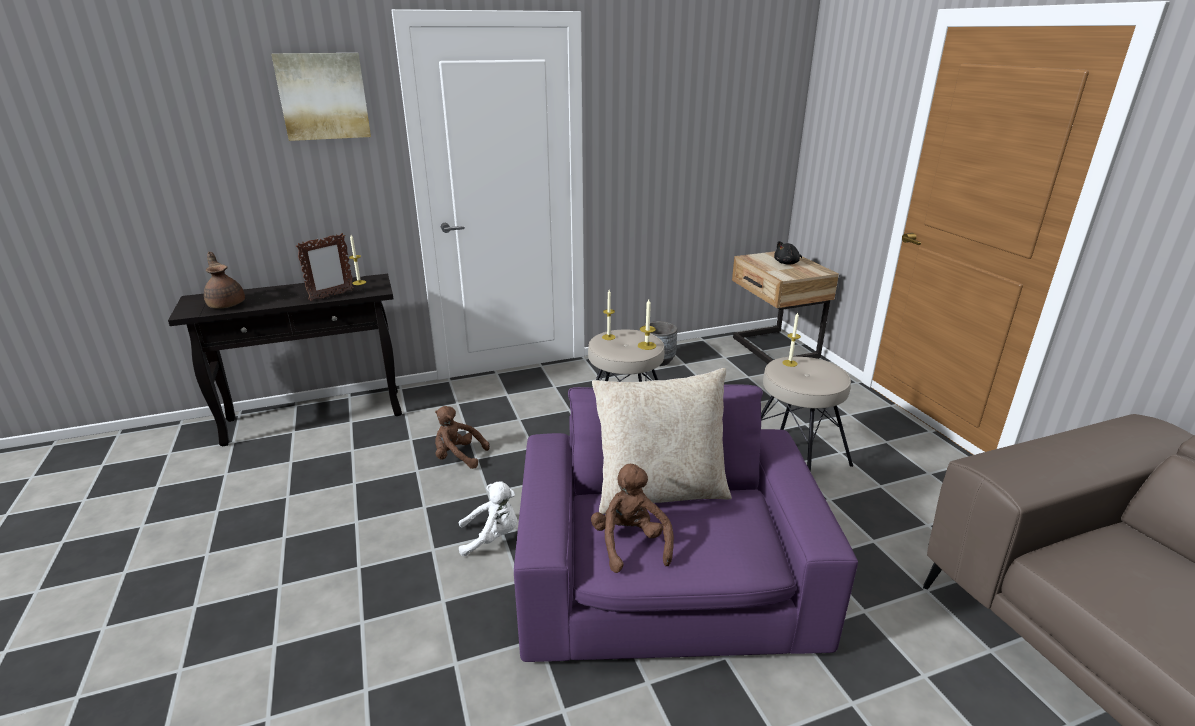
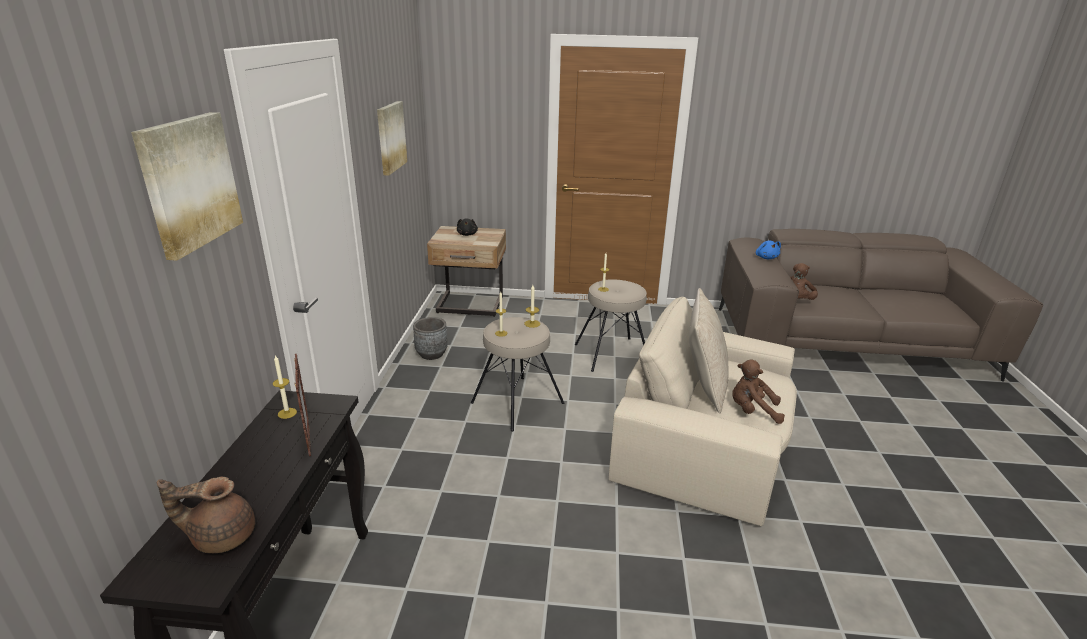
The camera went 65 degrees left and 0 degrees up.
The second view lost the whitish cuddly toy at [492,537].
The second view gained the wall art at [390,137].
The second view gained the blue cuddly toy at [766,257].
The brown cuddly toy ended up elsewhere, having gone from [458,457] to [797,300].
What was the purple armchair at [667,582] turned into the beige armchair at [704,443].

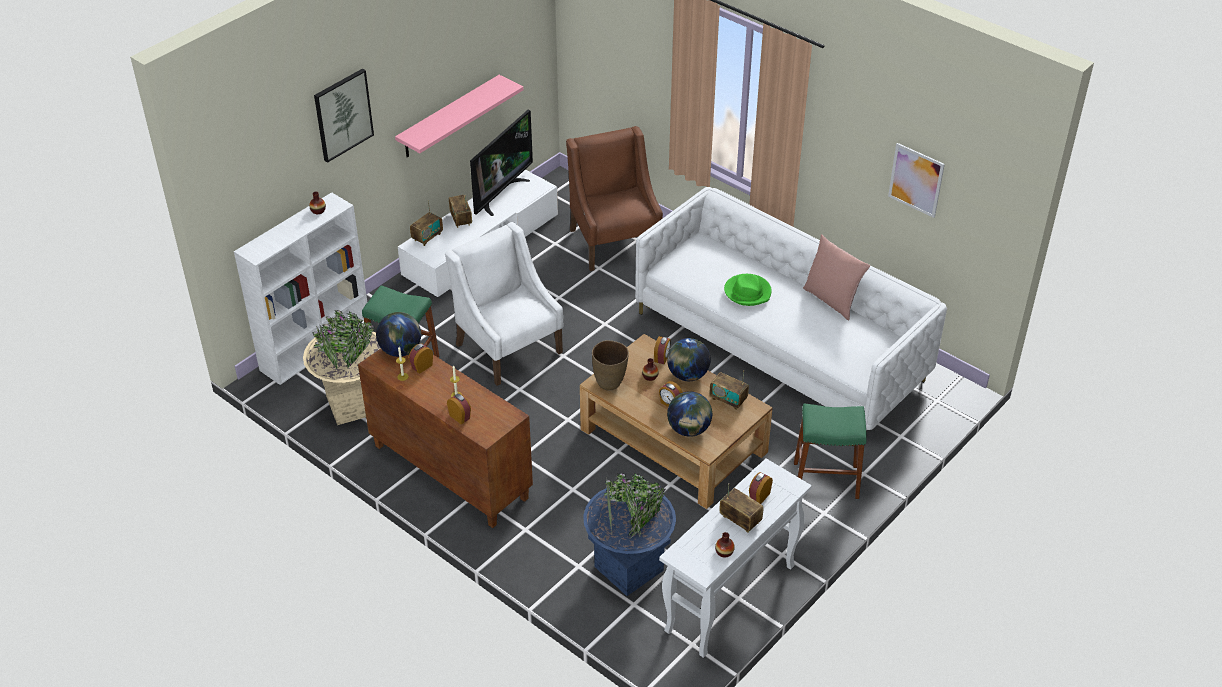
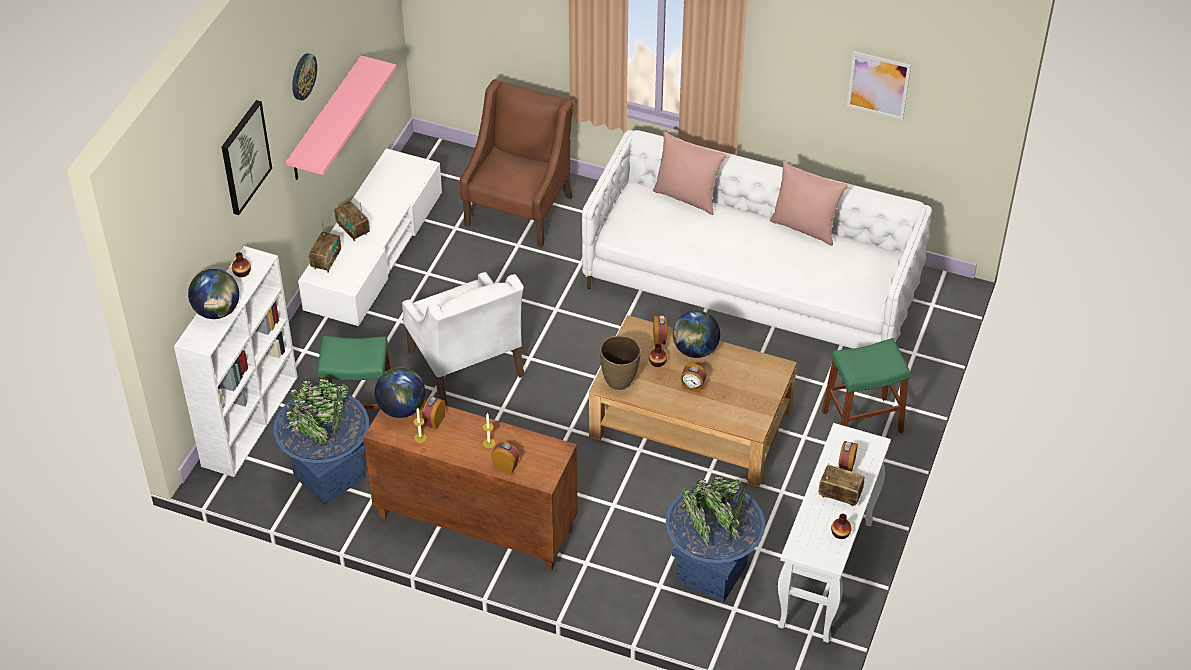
The camera went 20 degrees left and 5 degrees up.
The second view lost the TV at [500,194].
The second view lost the radio at [728,400].
The second view lost the green-coloured wearable hat at [747,292].
The second view gained the hanging clock at [303,76].
The second view gained the pinkish cushion at [687,197].
The desk globe ended up elsewhere, having gone from [689,429] to [217,311].
What was the beige flower pot at [353,404] turned into the blue flower pot at [328,476].
The whitish armchair at [508,347] ended up facing another way, 150 degrees counterclockwise from before.
The brown armchair at [614,242] ended up facing another way, 60 degrees clockwise from before.

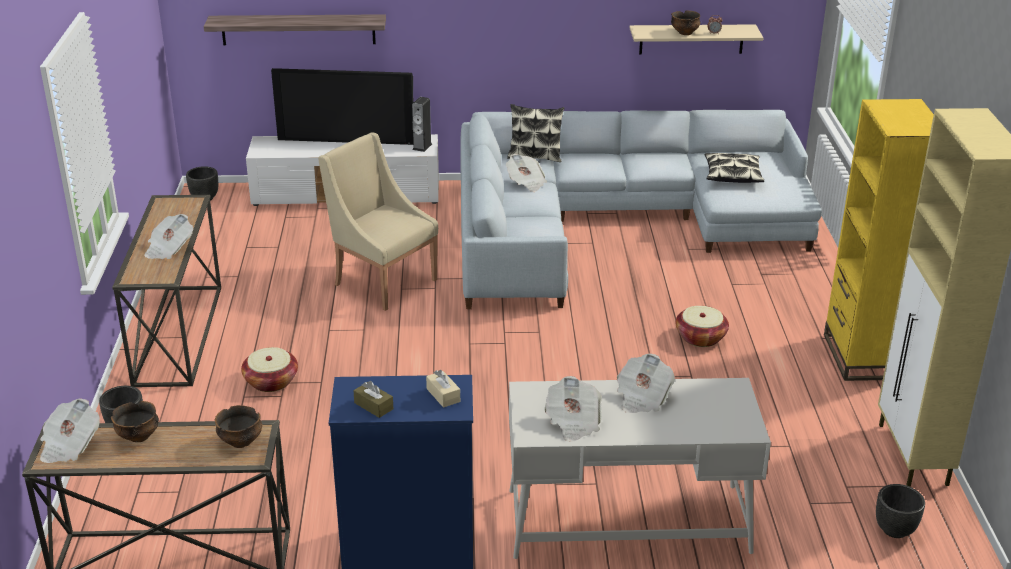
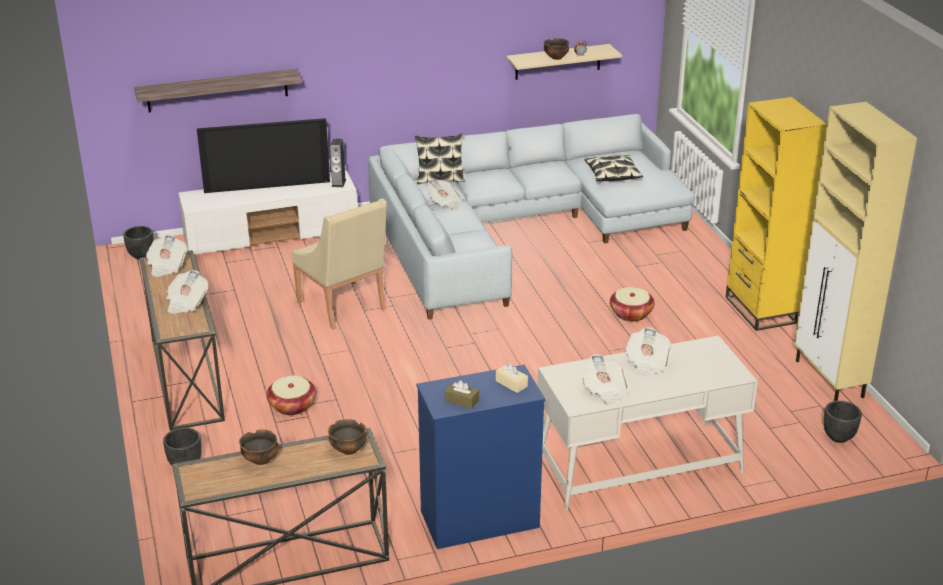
The camera went 15 degrees left and 0 degrees up.
The printed paper ended up elsewhere, having gone from [69,446] to [166,266].
The beige armchair at [382,281] ended up facing another way, 150 degrees counterclockwise from before.

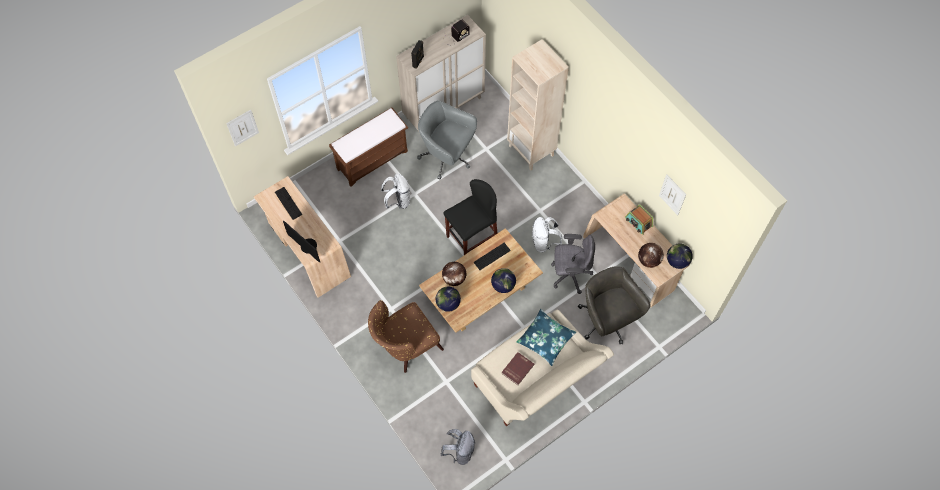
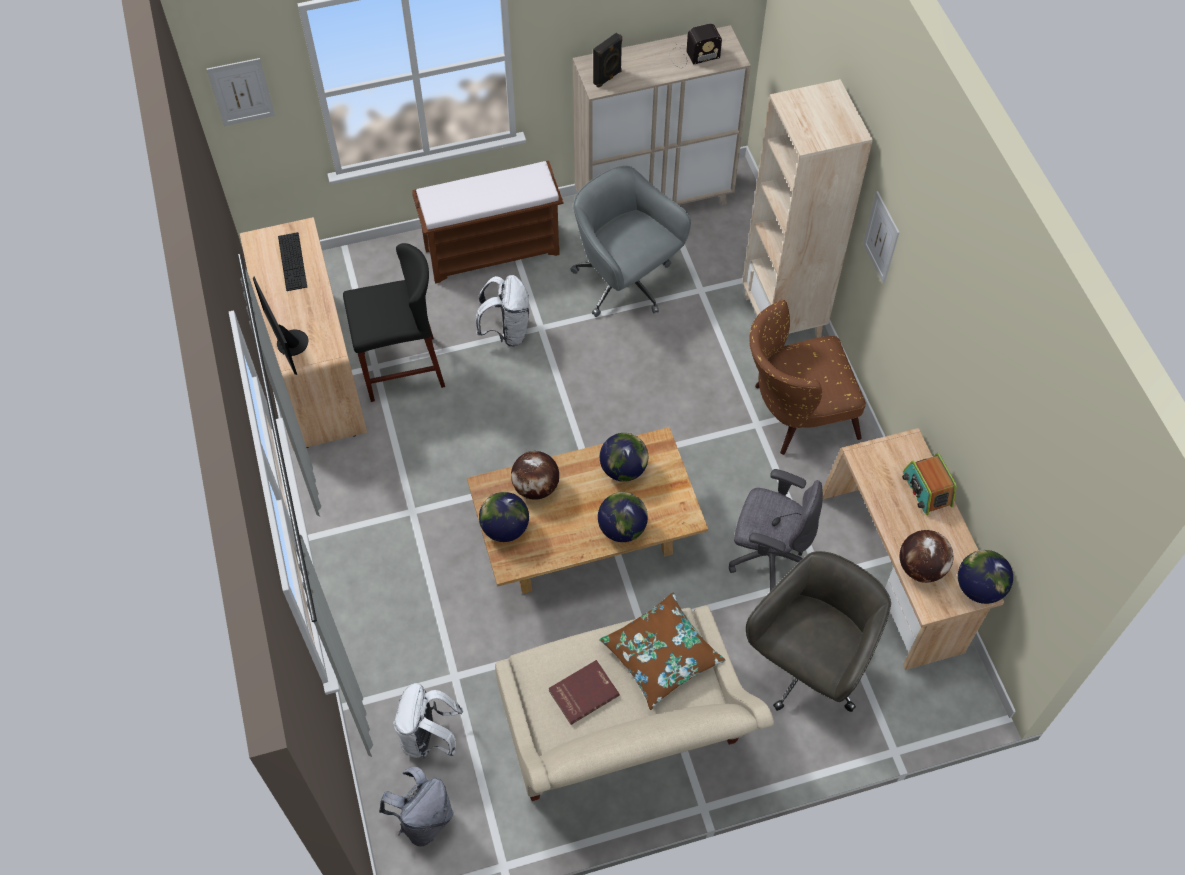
The camera went 20 degrees right and 5 degrees down.
The brown armchair ended up elsewhere, having gone from [405,346] to [794,413].
The black-coloured stool seat ended up elsewhere, having gone from [472,239] to [402,369].
The whitish knapsack ended up elsewhere, having gone from [544,242] to [429,737].
The wall art ended up elsewhere, having gone from [672,194] to [881,238].
Where the PC keyboard stood at [492,256], the desk globe came to stand at [623,469].
What was the blue cushion at [545,339] turned into the brown cushion at [661,655].
The greyish computer chair at [607,321] ended up facing another way, 45 degrees clockwise from before.

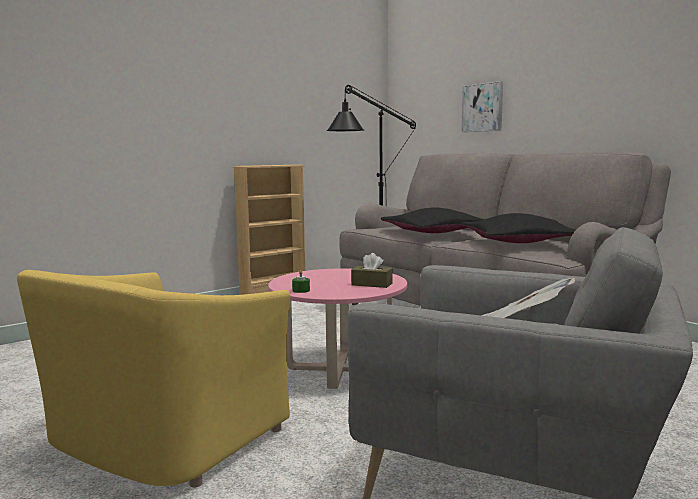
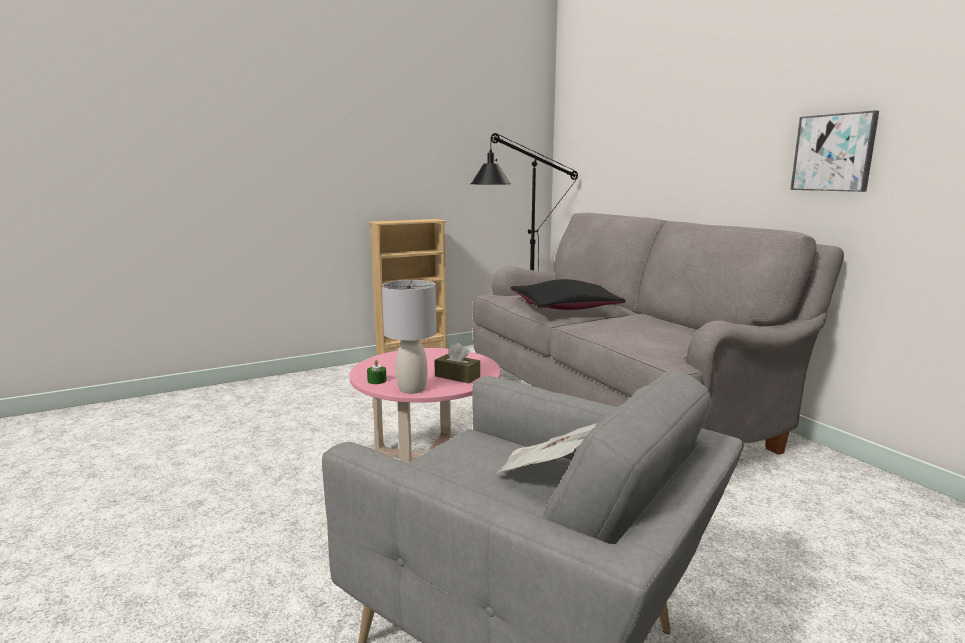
The camera went 10 degrees right and 5 degrees up.
The second view lost the yellowish armchair at [164,440].
The second view lost the black-coloured cushion at [517,242].
The second view gained the greyish table lamp at [411,389].
The wall art ended up elsewhere, having gone from [483,107] to [834,153].

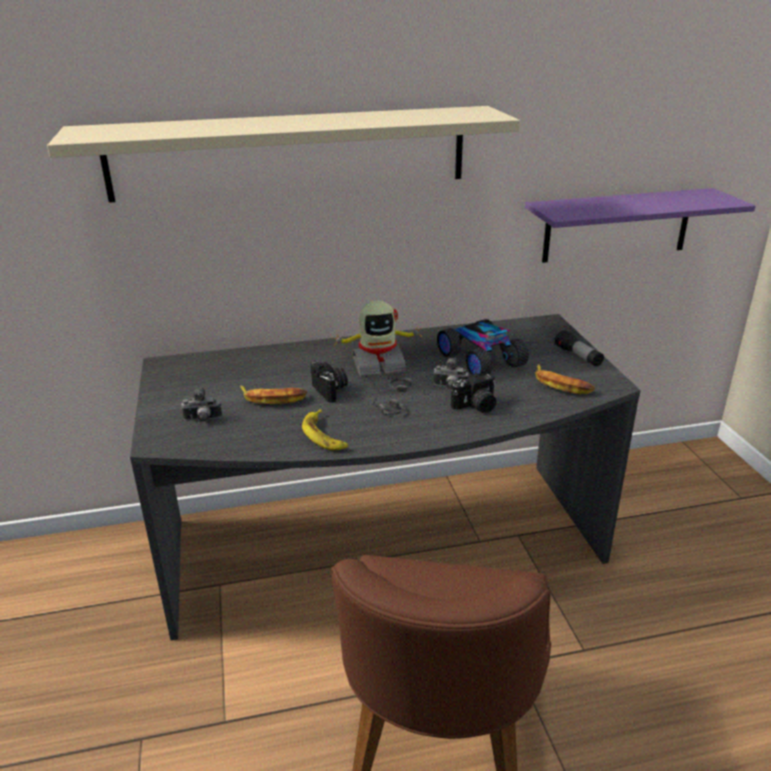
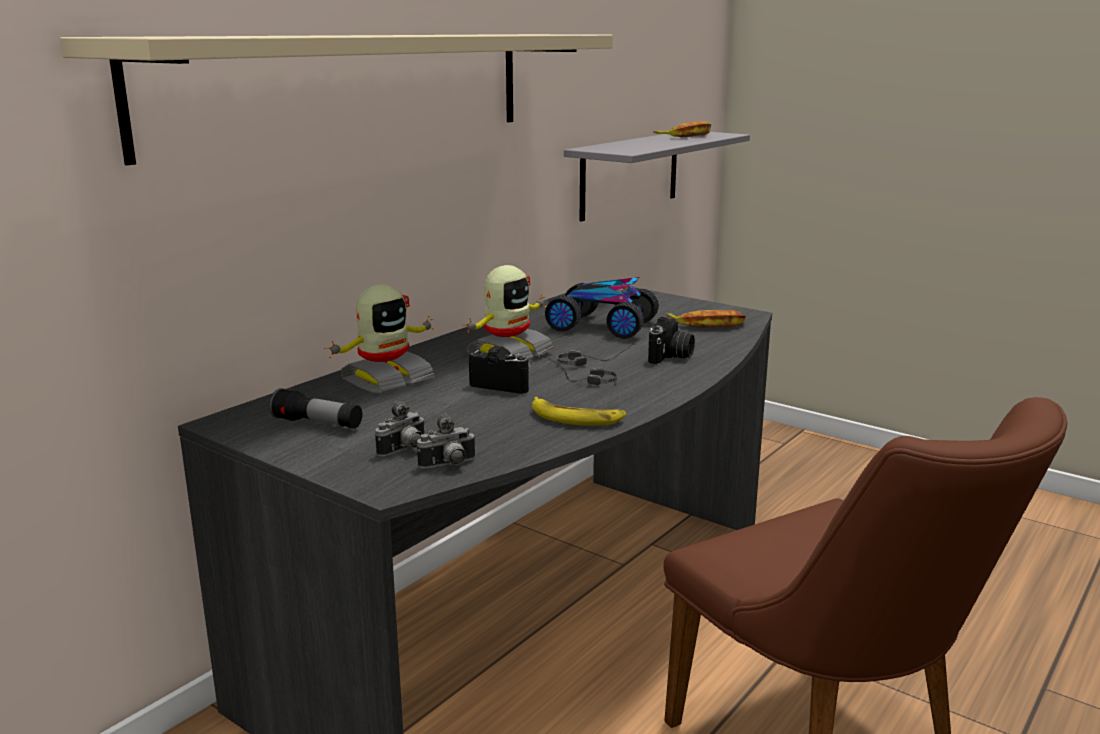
The camera went 40 degrees left and 10 degrees down.
The second view gained the model robot at [386,379].
The whole banana ended up elsewhere, having gone from [273,398] to [686,136].
The still camera ended up elsewhere, having gone from [450,388] to [449,466].
The flashlight ended up elsewhere, having gone from [577,356] to [317,424].
What was the purple wall shelf at [617,225] turned into the greyish wall shelf at [630,174].

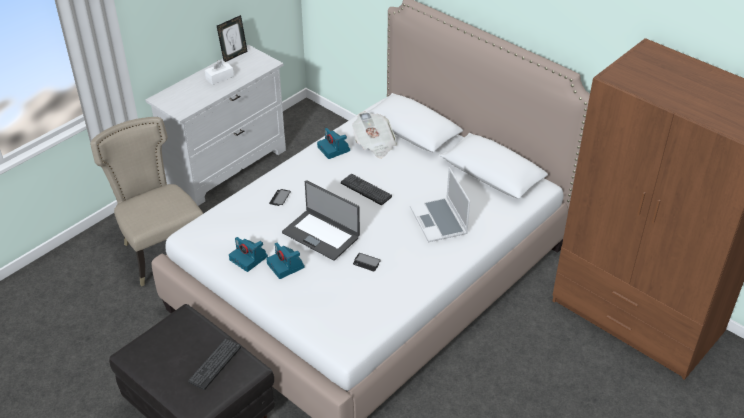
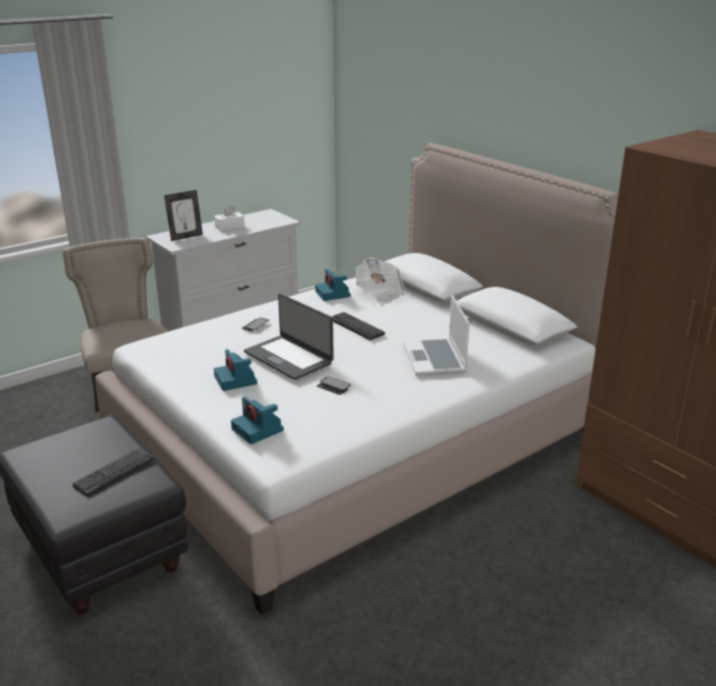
The camera went 10 degrees right and 15 degrees down.
The standing frame ended up elsewhere, having gone from [234,56] to [186,237].
The still camera ended up elsewhere, having gone from [249,258] to [258,430].

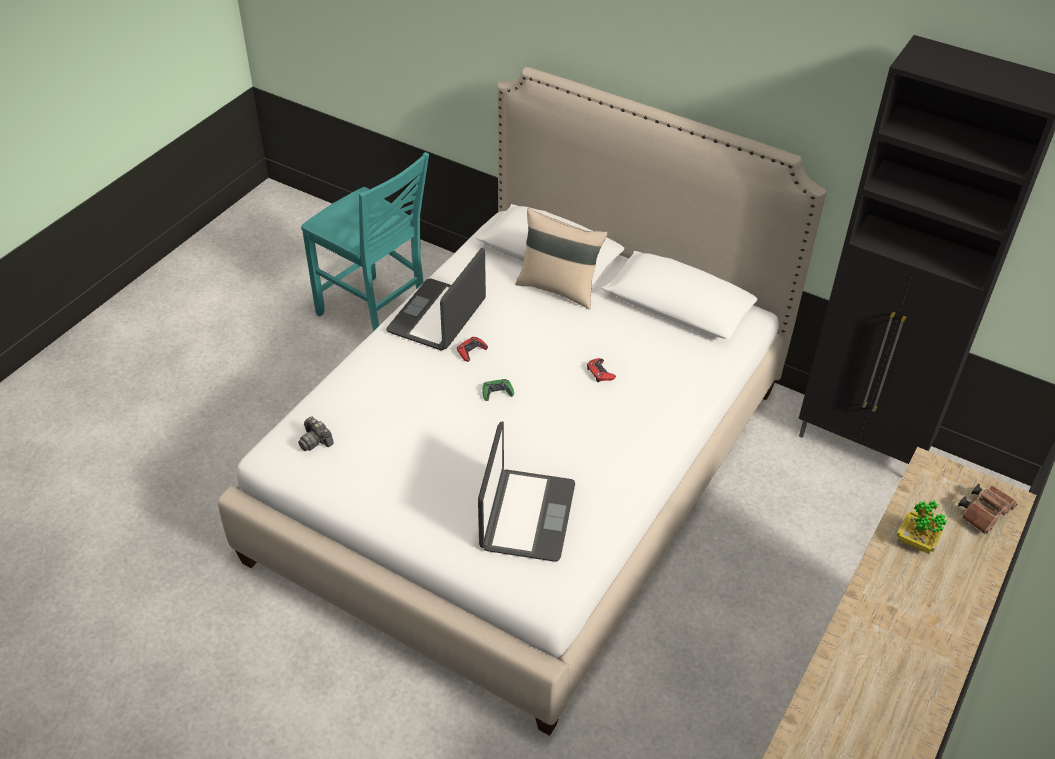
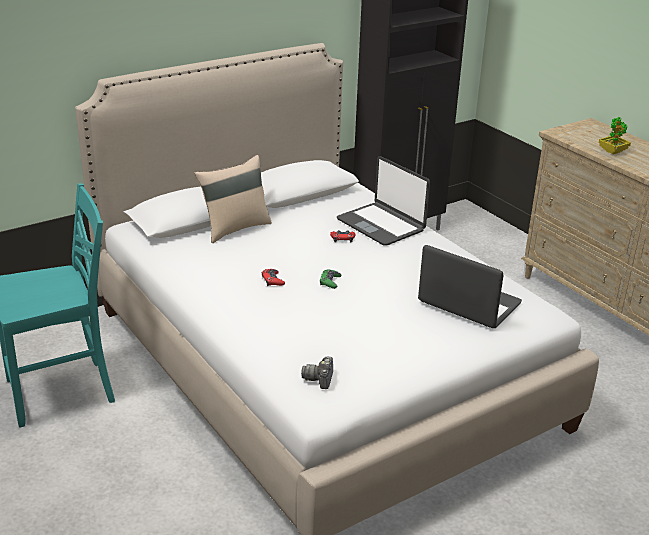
The camera went 65 degrees left and 15 degrees down.
The second view lost the brown field glasses at [984,513].
The portable computer ended up elsewhere, having gone from [438,316] to [381,225].
The still camera at [315,441] ended up facing another way, 120 degrees clockwise from before.

